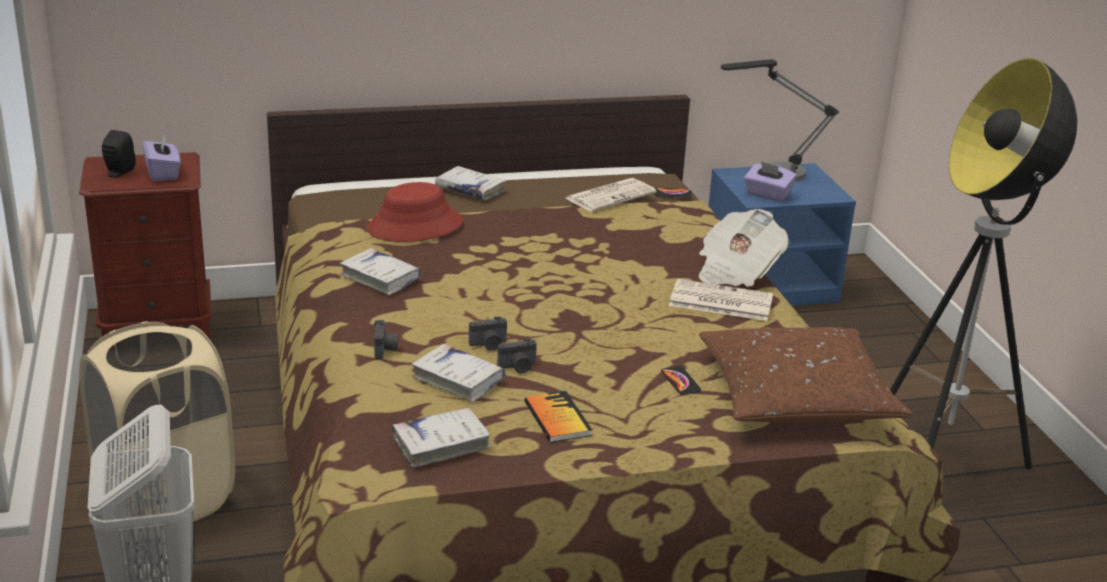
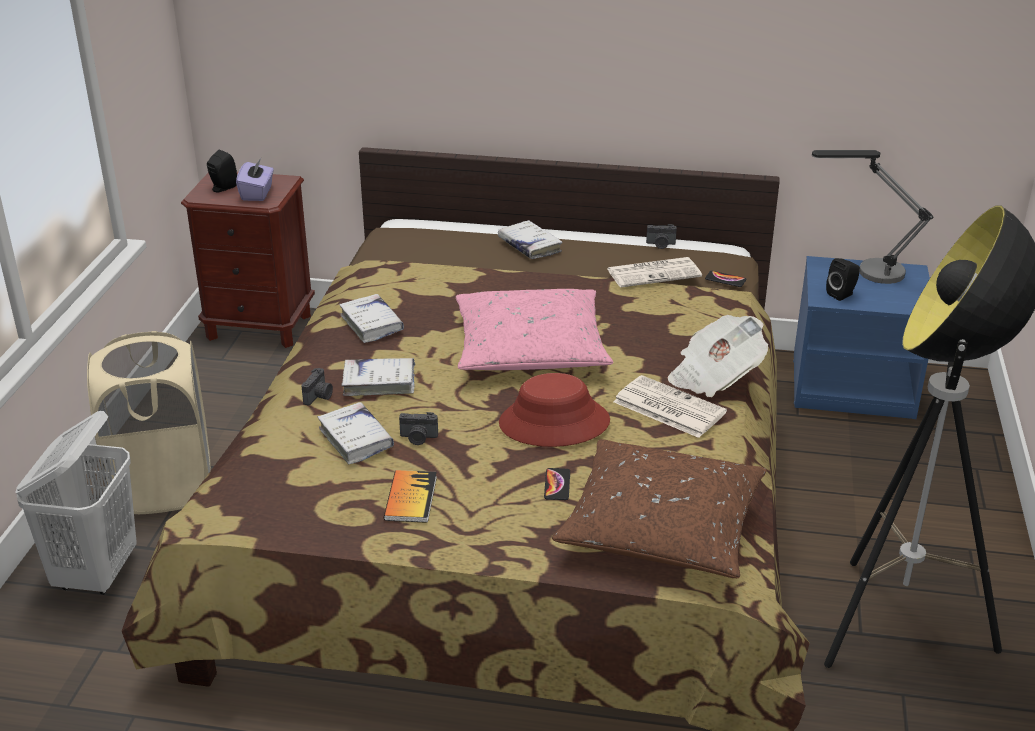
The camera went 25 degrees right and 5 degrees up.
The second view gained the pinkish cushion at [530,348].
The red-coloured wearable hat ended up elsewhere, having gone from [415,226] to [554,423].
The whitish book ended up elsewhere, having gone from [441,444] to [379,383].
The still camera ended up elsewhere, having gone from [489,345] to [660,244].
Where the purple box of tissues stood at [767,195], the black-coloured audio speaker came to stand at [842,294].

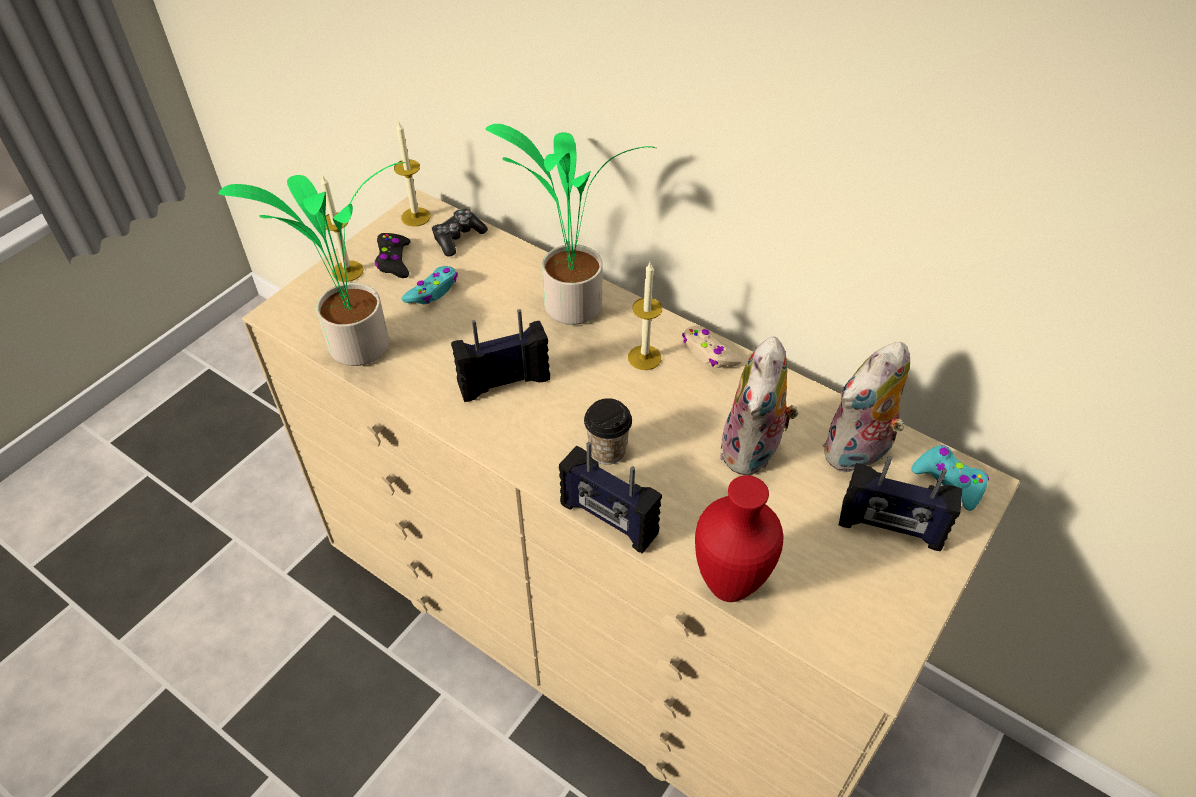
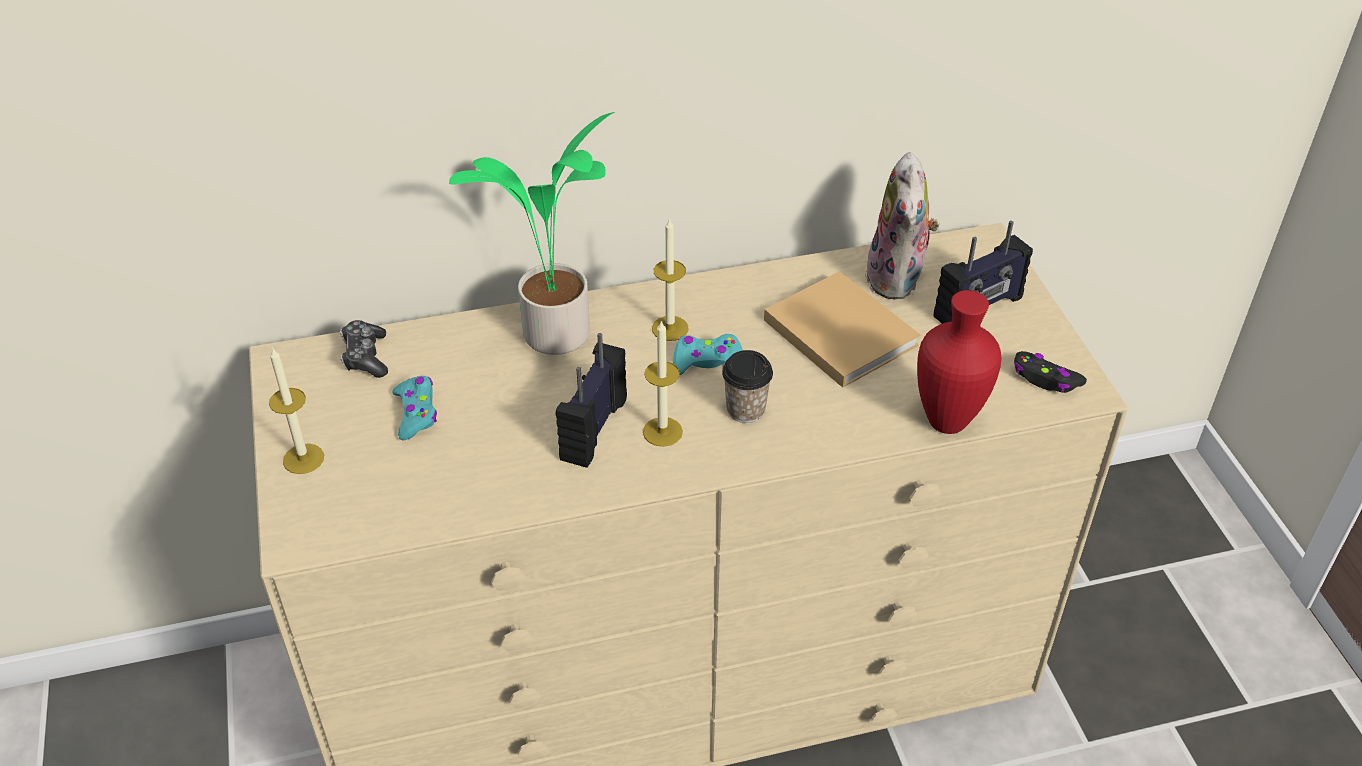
The camera went 50 degrees left and 5 degrees down.
The second view lost the potted plant at [356,349].
The second view lost the radio at [608,520].
The second view lost the beige game controller at [709,353].
The black-coloured game controller ended up elsewhere, having gone from [394,261] to [1045,379].
The wax light ended up elsewhere, having gone from [415,217] to [662,432].
The turquoise-coloured game controller ended up elsewhere, having gone from [949,481] to [707,362].
Where the cuddly toy stood at [753,452], the beige book came to stand at [837,330].

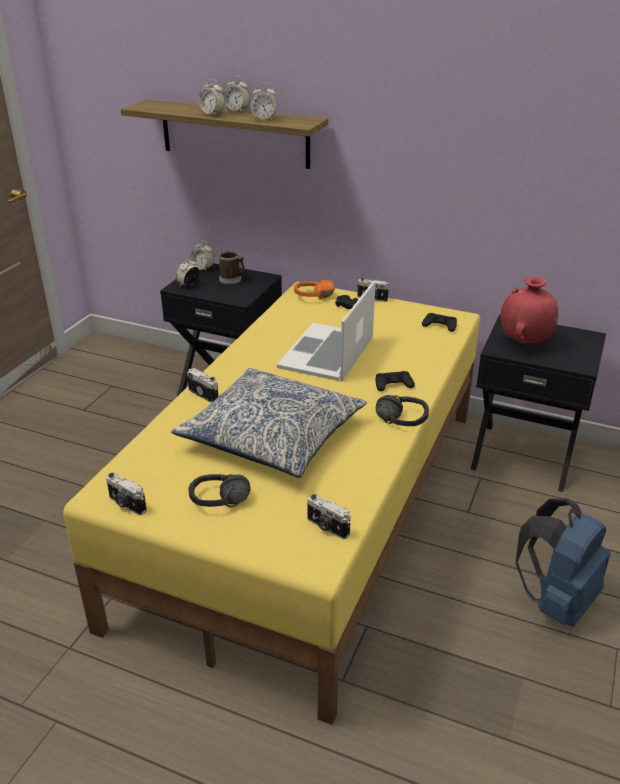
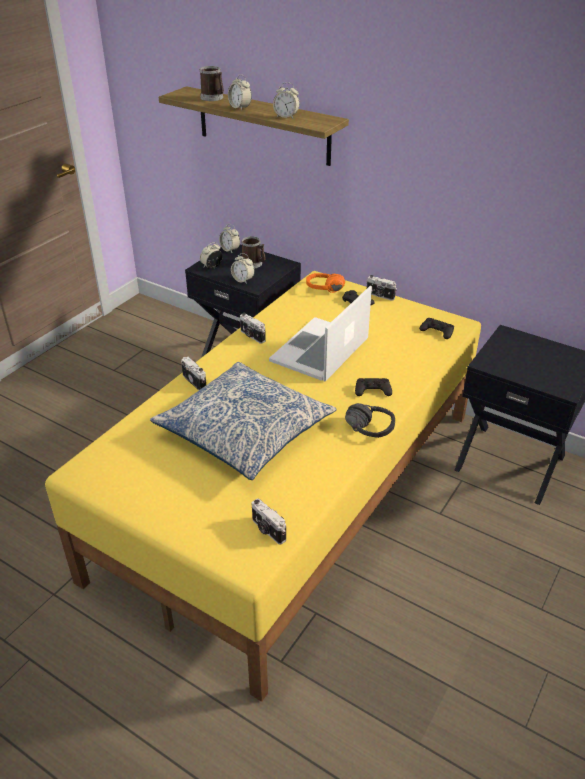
The camera went 10 degrees right and 5 degrees up.
The second view lost the black-coloured headset at [220,506].
The second view lost the red-coloured vase at [524,343].
The second view lost the blue knapsack at [556,601].
The second view gained the tea mug at [213,98].
The still camera ended up elsewhere, having gone from [126,505] to [252,336].
The bedside clock ended up elsewhere, having gone from [237,111] to [243,280].

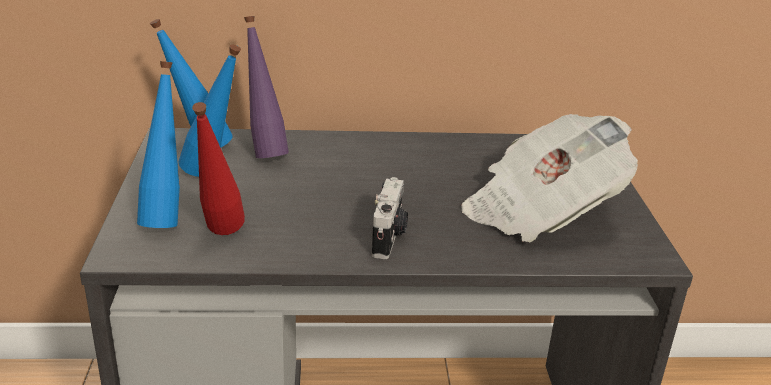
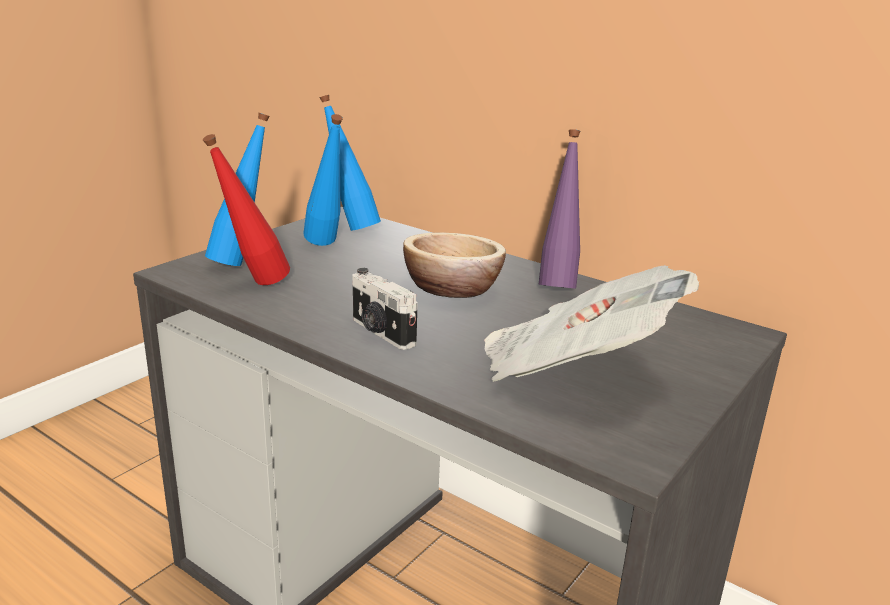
The camera went 40 degrees right and 5 degrees down.
The second view gained the serving bowl at [452,288].
The purple drink bottle ended up elsewhere, having gone from [265,152] to [557,284].
The still camera at [389,237] ended up facing another way, 90 degrees clockwise from before.

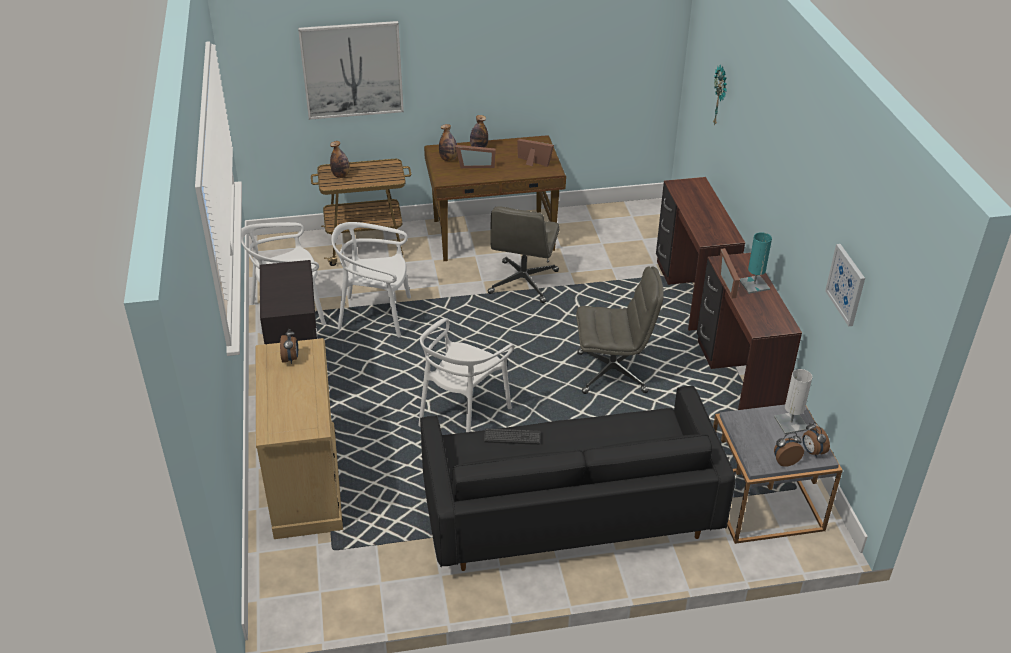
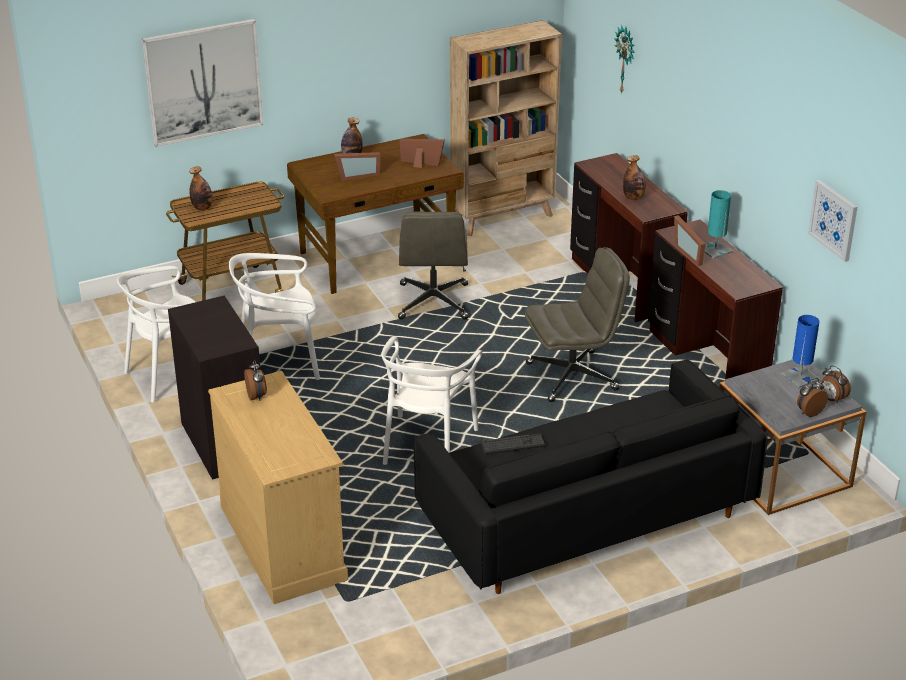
The camera went 15 degrees left and 5 degrees down.
The second view gained the beige shelving unit at [503,217].
The drink bottle ended up elsewhere, having gone from [448,159] to [633,198].
What was the whitish table lamp at [791,423] turned into the blue table lamp at [800,377].

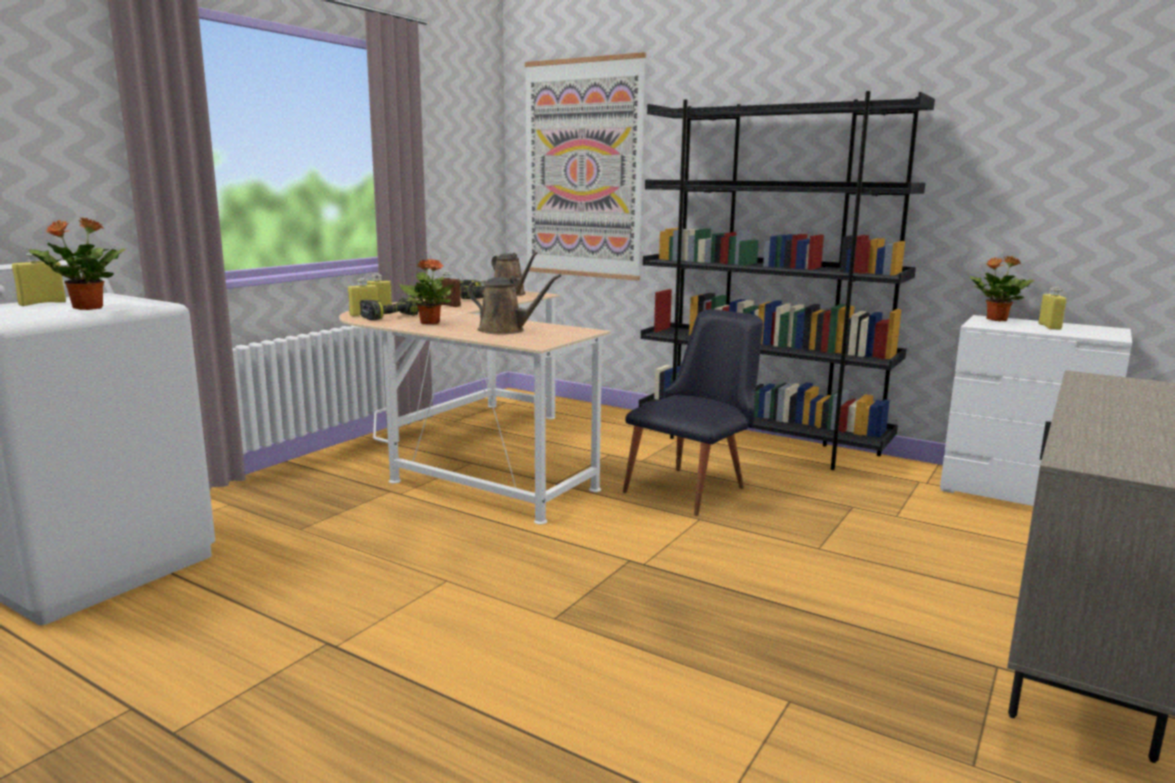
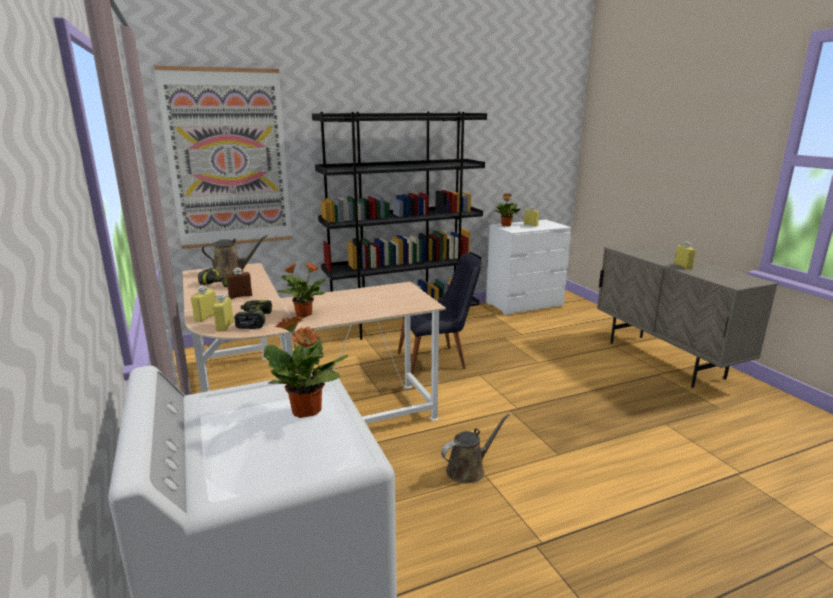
The camera went 55 degrees left and 5 degrees up.
The yellowish drink bottle ended up elsewhere, having gone from [42,303] to [683,266].
The brown sprinkling can ended up elsewhere, having gone from [505,330] to [468,470].
The black-coloured chair at [693,487] ended up facing another way, 90 degrees clockwise from before.

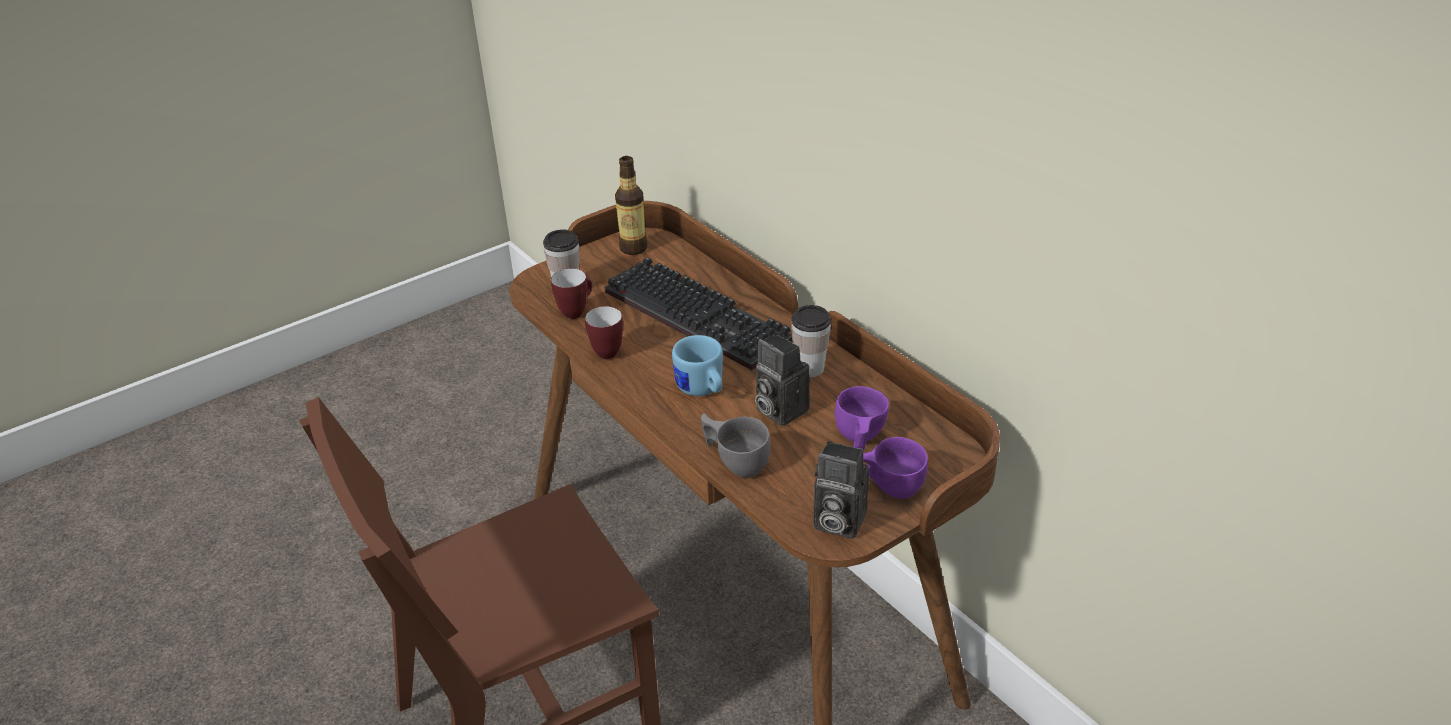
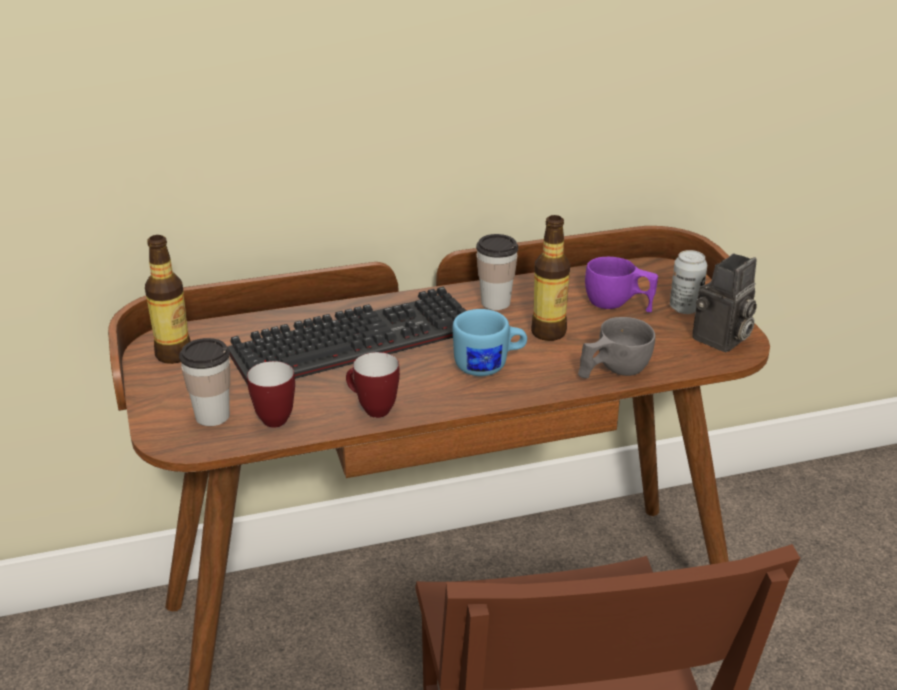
The camera went 70 degrees left and 5 degrees down.
Where the still camera stood at [778,410], the drink bottle came to stand at [548,332].
Where the purple cup stood at [885,486], the sealed can came to stand at [685,308].

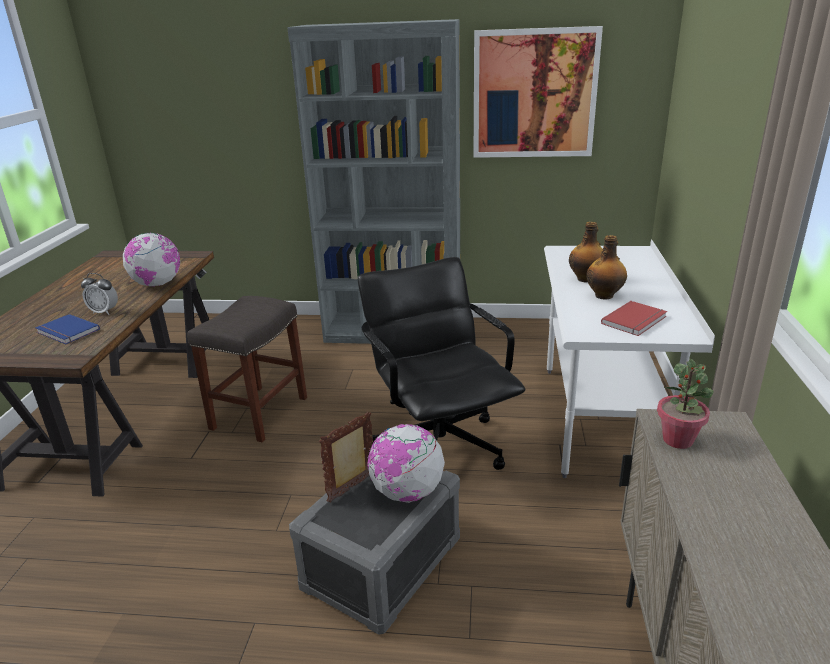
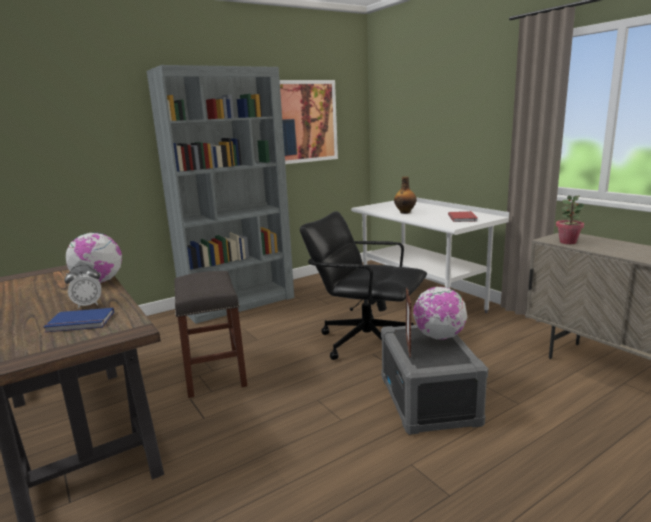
The camera went 40 degrees left and 10 degrees down.
The second view lost the drink bottle at [604,295].

